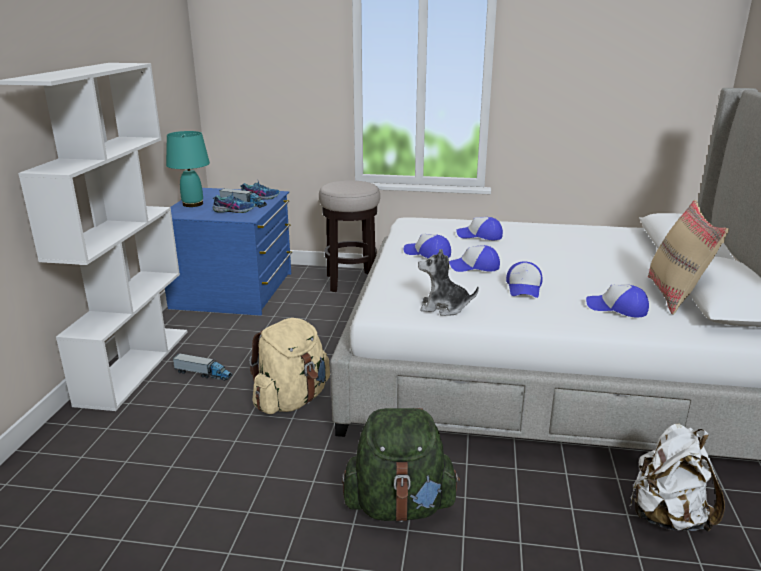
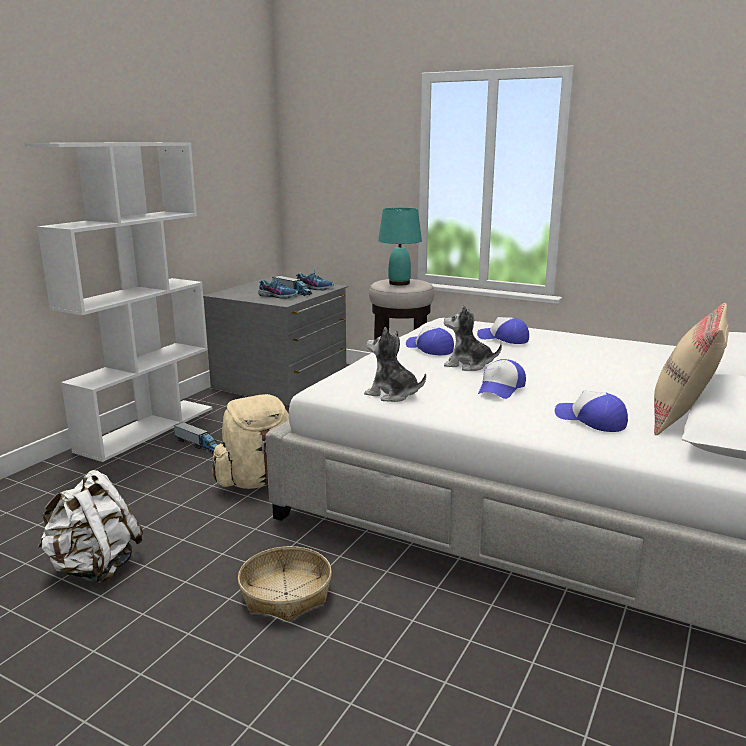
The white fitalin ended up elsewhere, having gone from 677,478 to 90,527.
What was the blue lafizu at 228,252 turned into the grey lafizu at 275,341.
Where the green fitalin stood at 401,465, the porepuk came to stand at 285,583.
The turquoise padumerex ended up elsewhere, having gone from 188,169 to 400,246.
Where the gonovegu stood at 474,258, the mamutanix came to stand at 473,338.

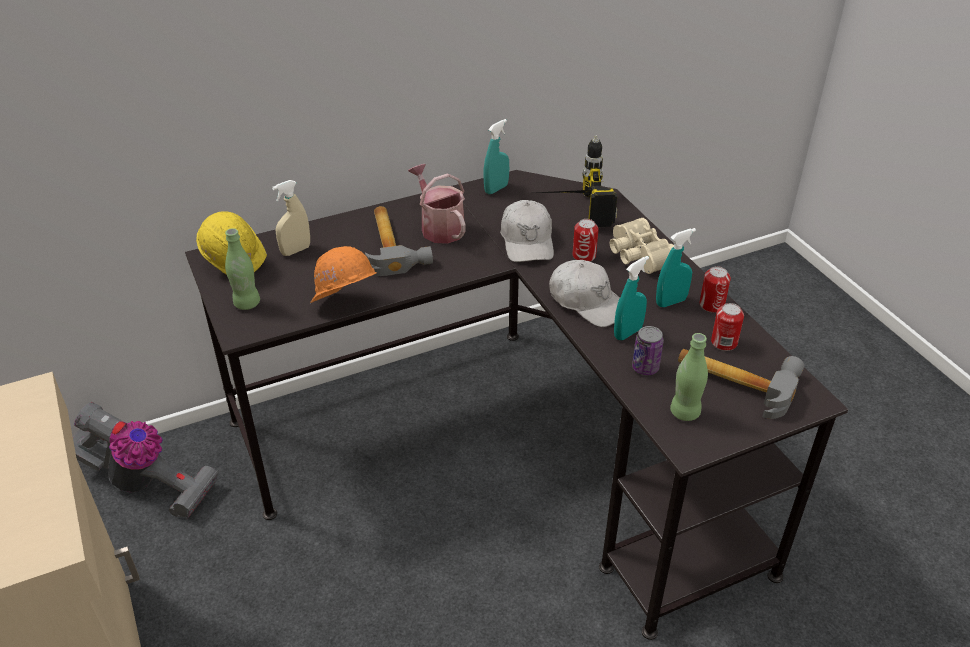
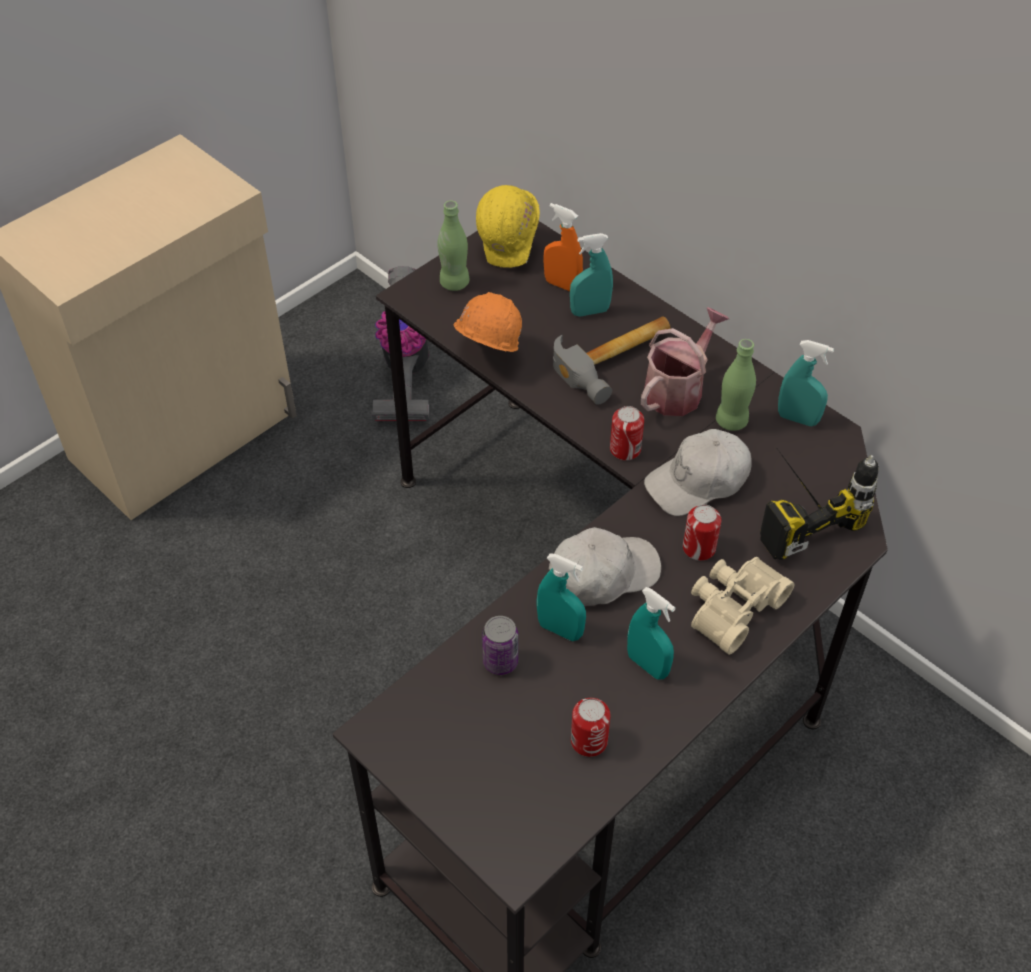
What was the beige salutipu at 291,218 turned into the orange salutipu at 563,247.
The white gonovegu at 584,293 ended up facing another way, 135 degrees counterclockwise from before.
The second view gained the turquoise salutipu at 591,275.
The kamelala ended up elsewhere, having gone from 715,289 to 627,433.
The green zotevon ended up elsewhere, having gone from 689,377 to 736,385.
The second view lost the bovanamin at 741,384.

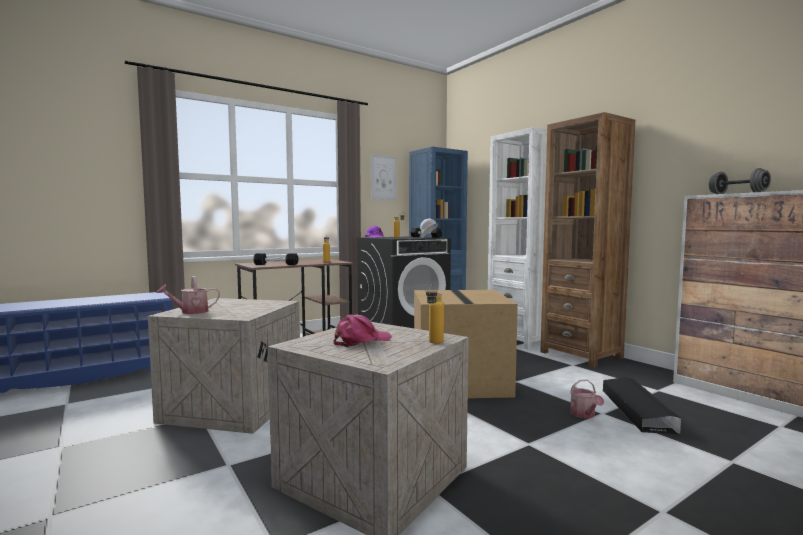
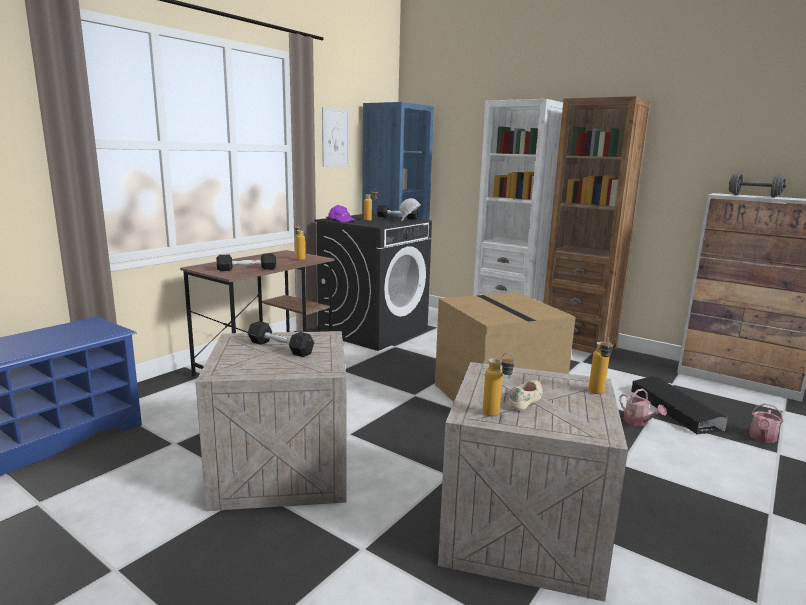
The second view gained the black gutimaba at 281,339.
The second view gained the zotevon at 499,384.
Where the pink gonovegu stood at 362,330, the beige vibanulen came to stand at 526,395.
The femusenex ended up elsewhere, having gone from 188,295 to 766,423.

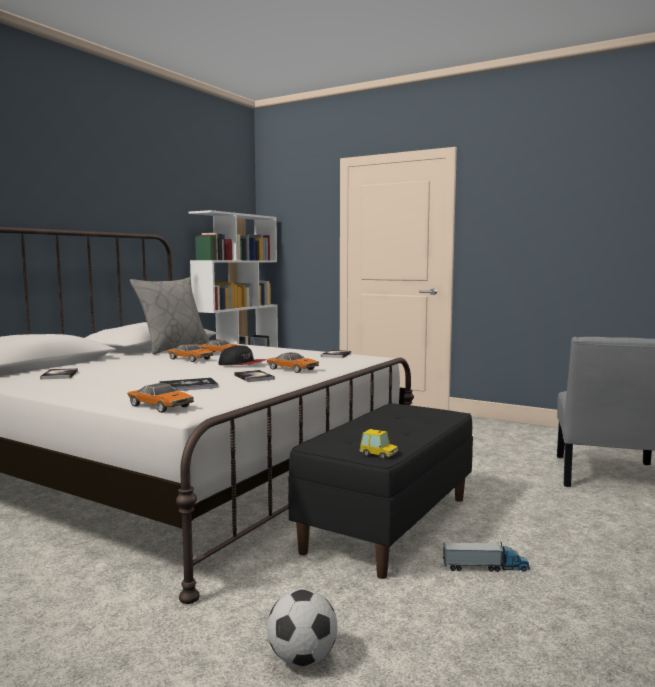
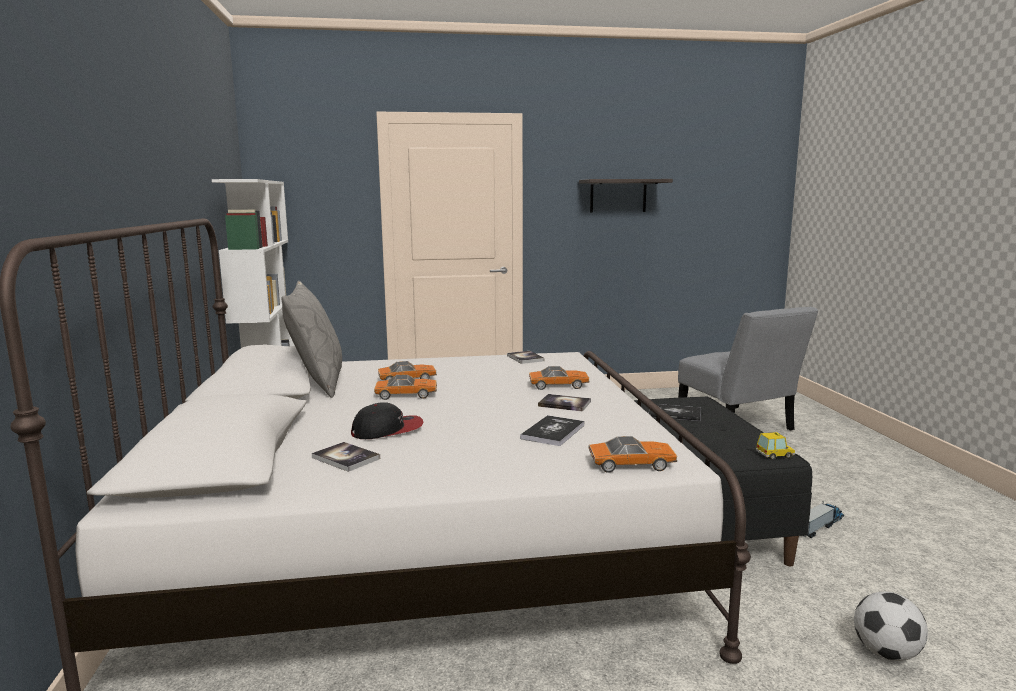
The gonovegu ended up elsewhere, having gone from 243,355 to 387,420.
The second view gained the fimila at 626,196.
The second view gained the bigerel at 675,412.

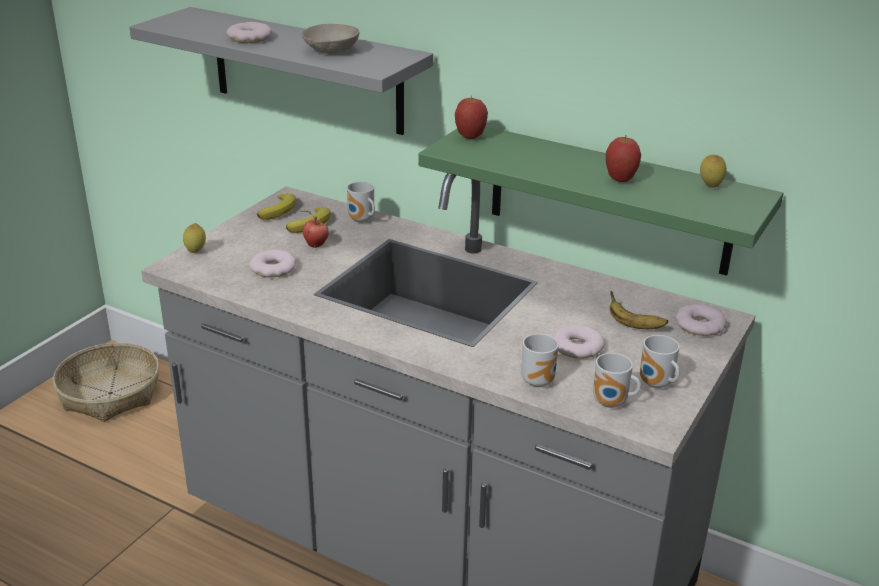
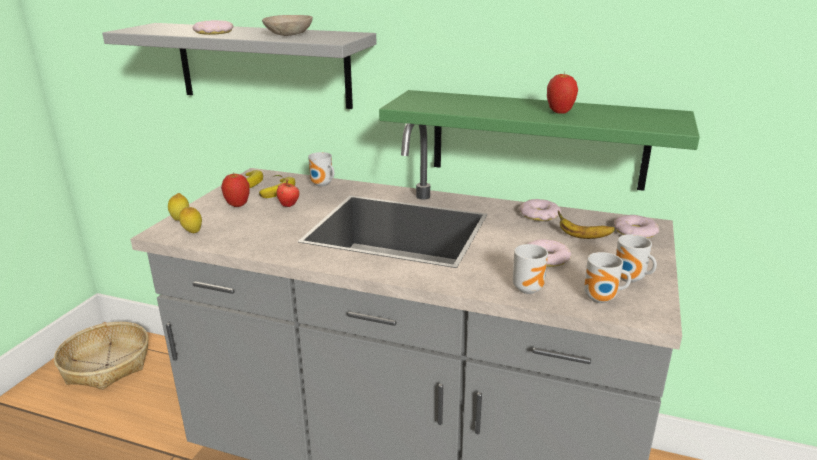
The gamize ended up elsewhere, having gone from 713,171 to 190,220.
The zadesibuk ended up elsewhere, having gone from 471,117 to 235,189.
The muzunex ended up elsewhere, having gone from 272,263 to 540,210.

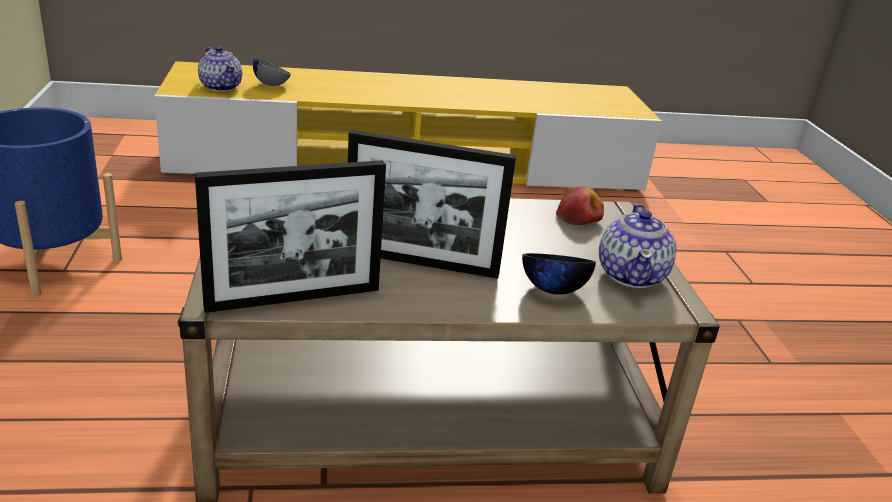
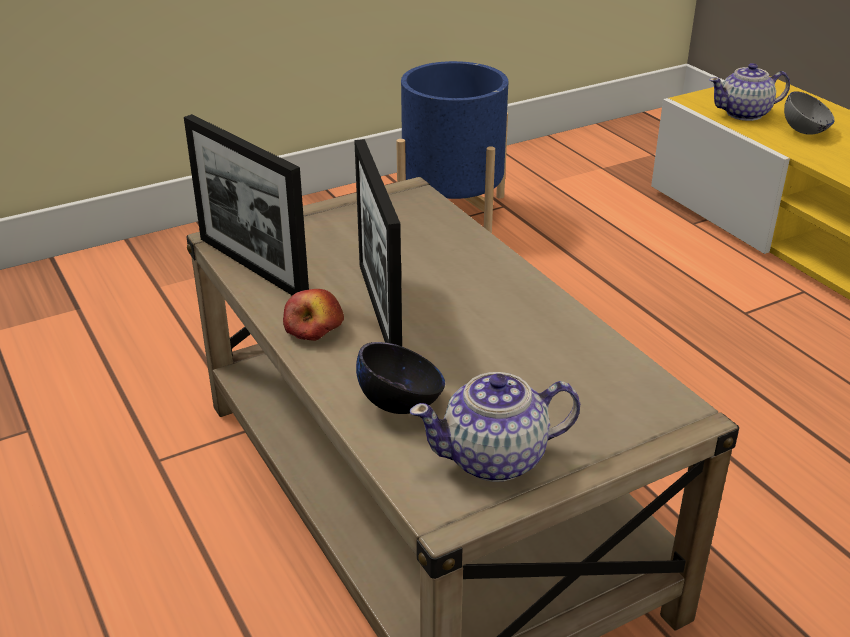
The zadesibuk ended up elsewhere, having gone from 580,206 to 313,315.
The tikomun at 220,69 ended up facing another way, 45 degrees clockwise from before.

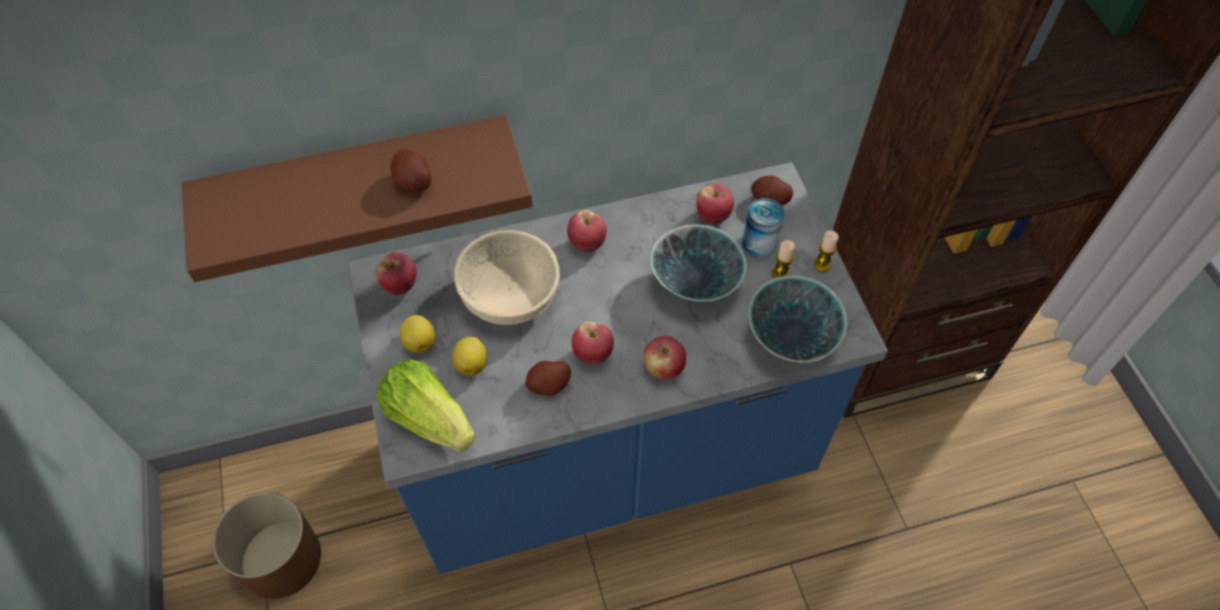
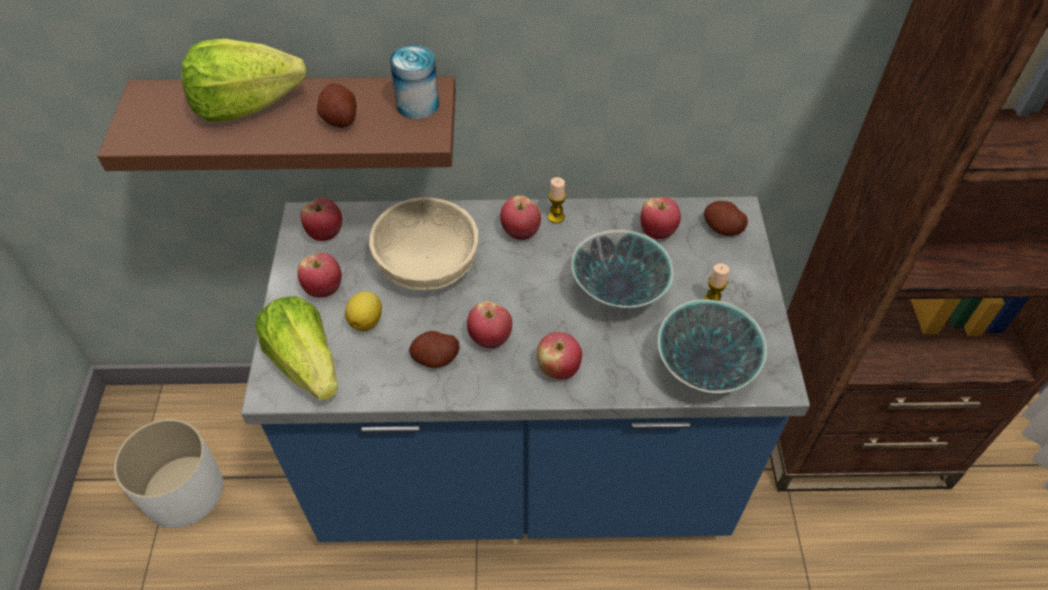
What was the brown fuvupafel at 267,545 turned into the white fuvupafel at 168,473.
The second view gained the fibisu at 243,80.
Where the gamize stood at 417,334, the zadesibuk came to stand at 320,275.
The kamelala ended up elsewhere, having gone from 763,227 to 414,82.
The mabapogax ended up elsewhere, having gone from 826,251 to 557,200.

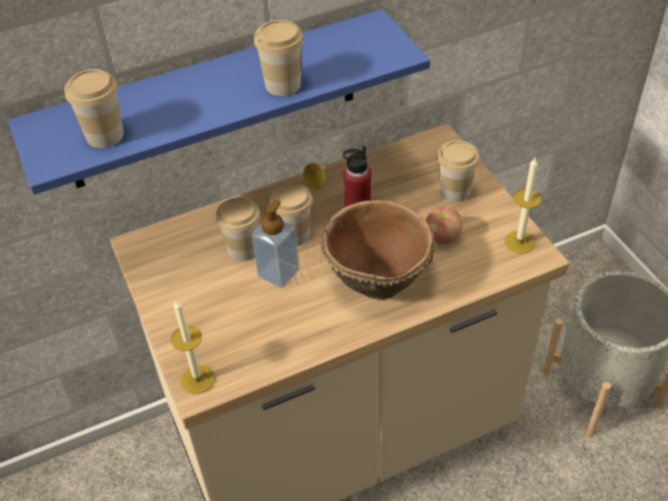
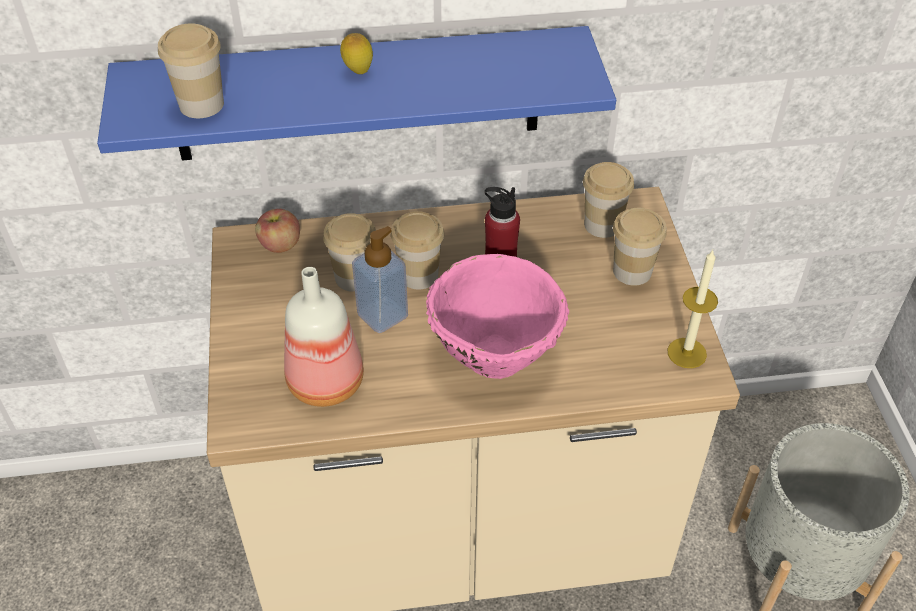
The zadesibuk ended up elsewhere, having gone from 444,225 to 277,231.
The second view gained the zotevon at 324,337.
The gamize ended up elsewhere, having gone from 314,176 to 356,53.
What was the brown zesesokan at 378,250 turned into the pink zesesokan at 497,316.
The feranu ended up elsewhere, having gone from 279,58 to 608,200.
The second view lost the mabapogax at 193,347.

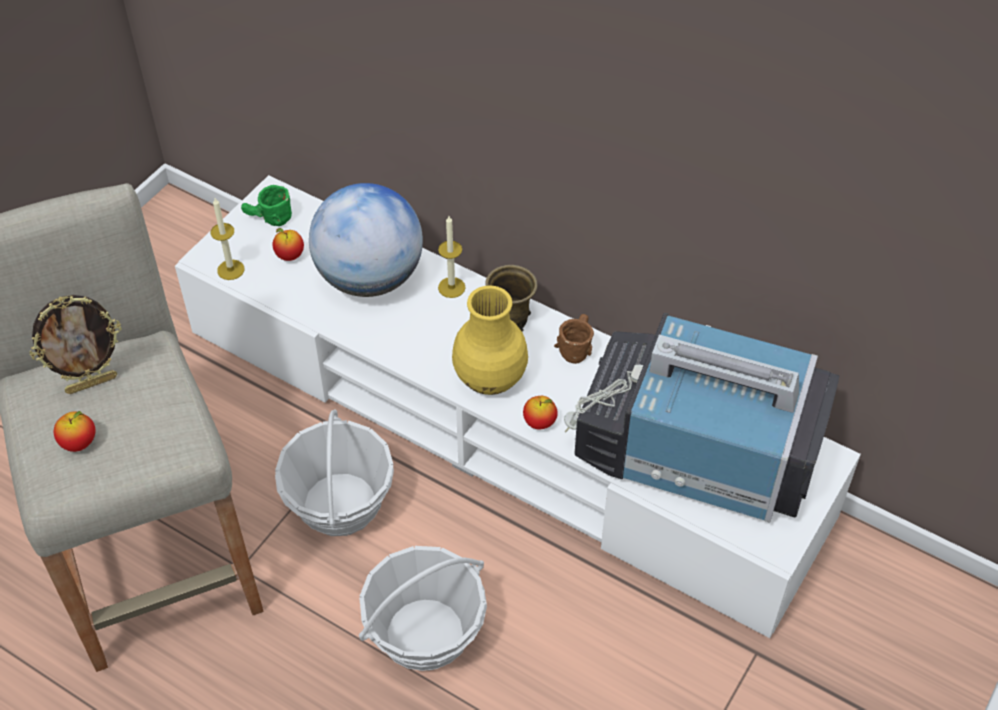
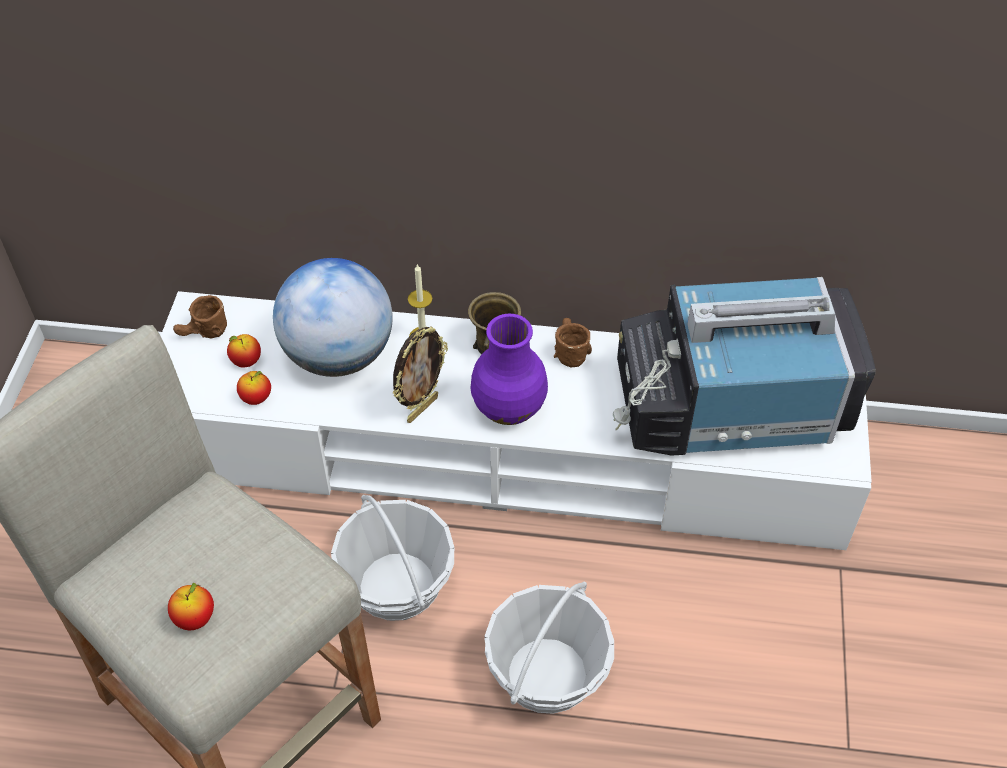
What was the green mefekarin at 266,205 turned into the brown mefekarin at 200,316.
The zadesibuk ended up elsewhere, having gone from 540,413 to 254,388.
The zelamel ended up elsewhere, having gone from 75,344 to 420,374.
What was the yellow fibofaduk at 490,340 turned into the purple fibofaduk at 509,369.
The second view lost the mabapogax at 227,239.

